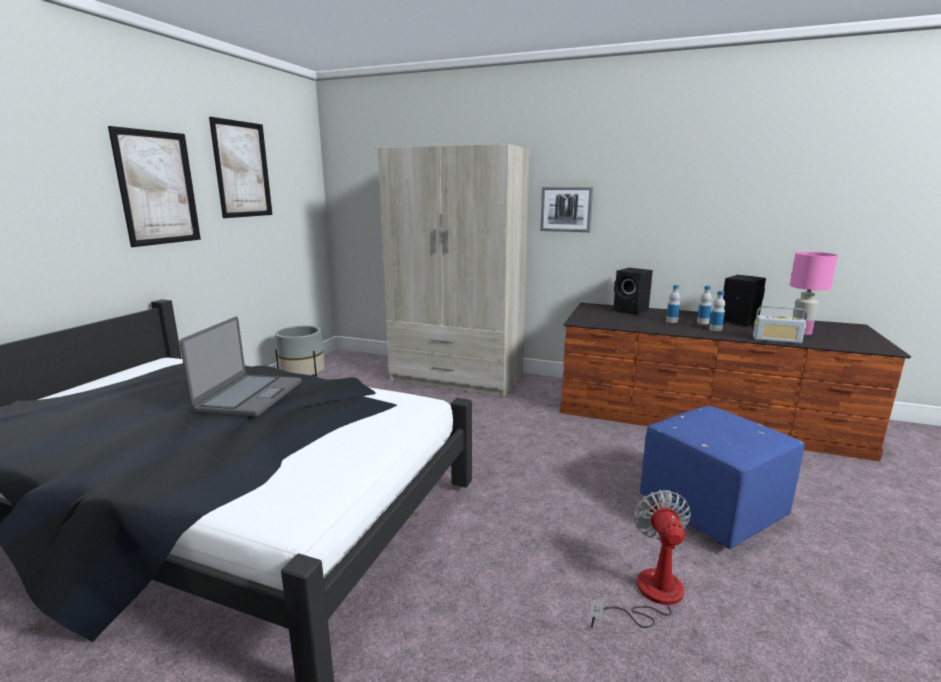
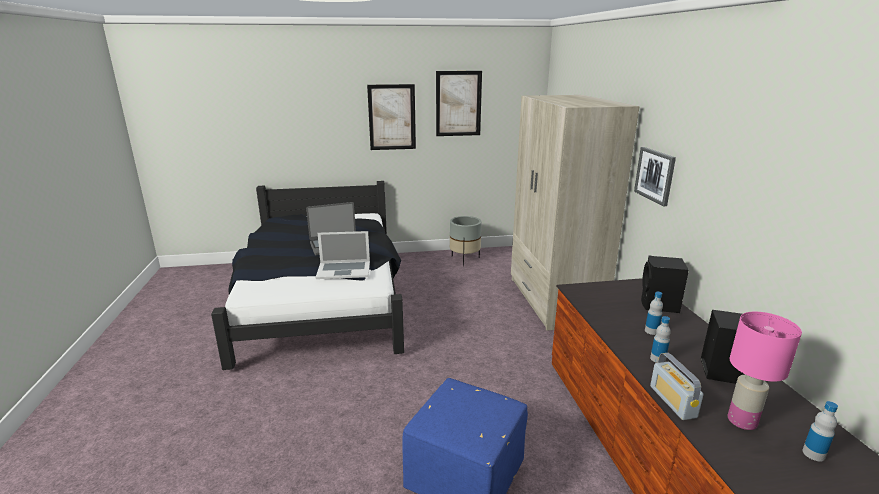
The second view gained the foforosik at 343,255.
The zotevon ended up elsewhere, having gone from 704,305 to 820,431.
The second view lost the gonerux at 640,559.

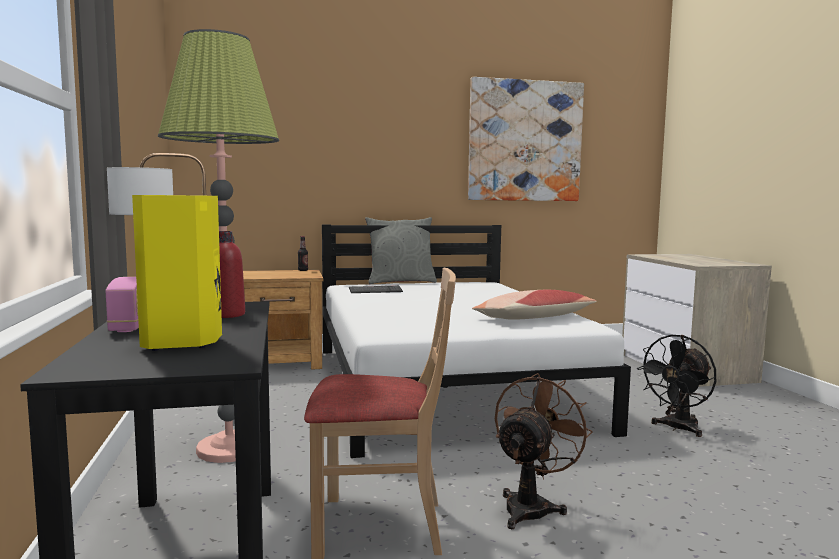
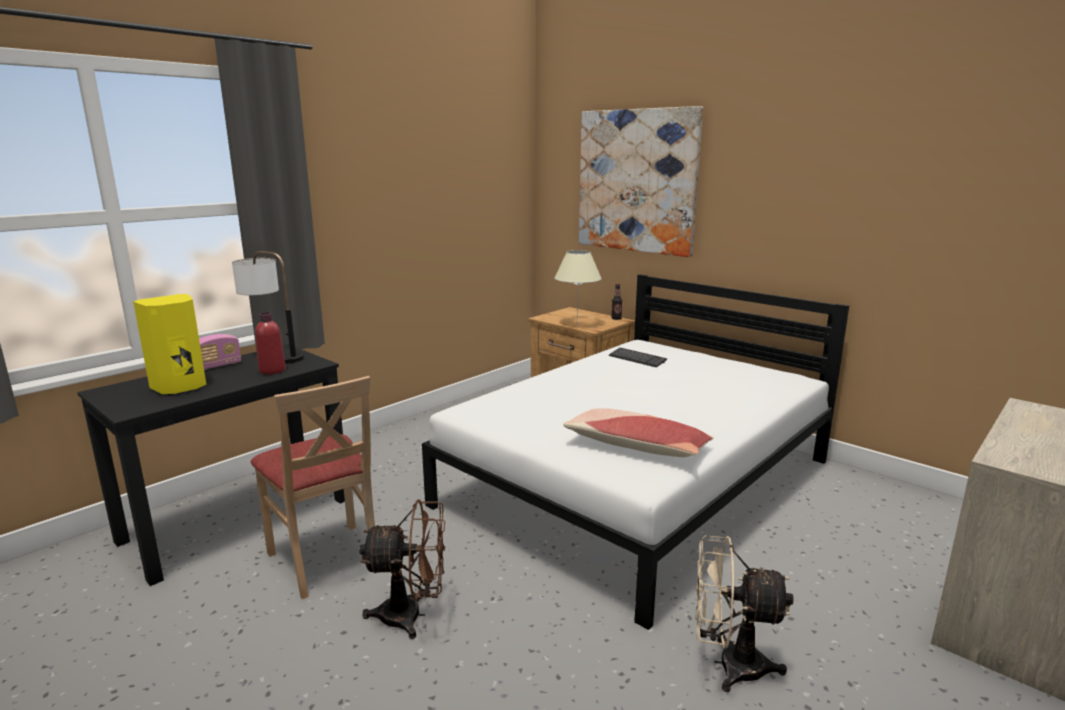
The second view gained the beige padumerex at 578,281.
The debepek ended up elsewhere, having gone from 526,139 to 641,181.
What was the black gonerux at 676,386 turned into the beige gonerux at 744,613.
The second view lost the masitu at 218,246.
The second view lost the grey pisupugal at 401,250.

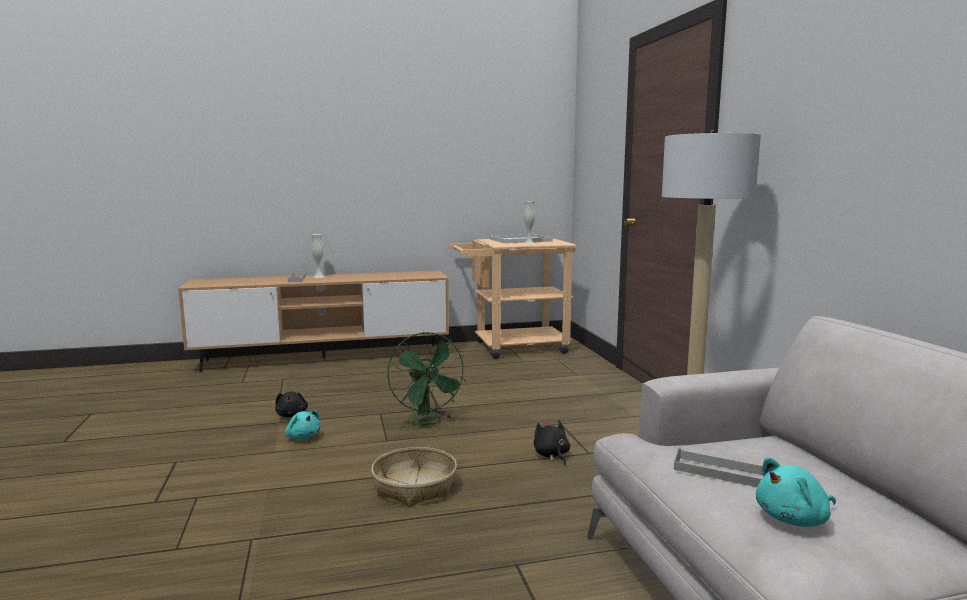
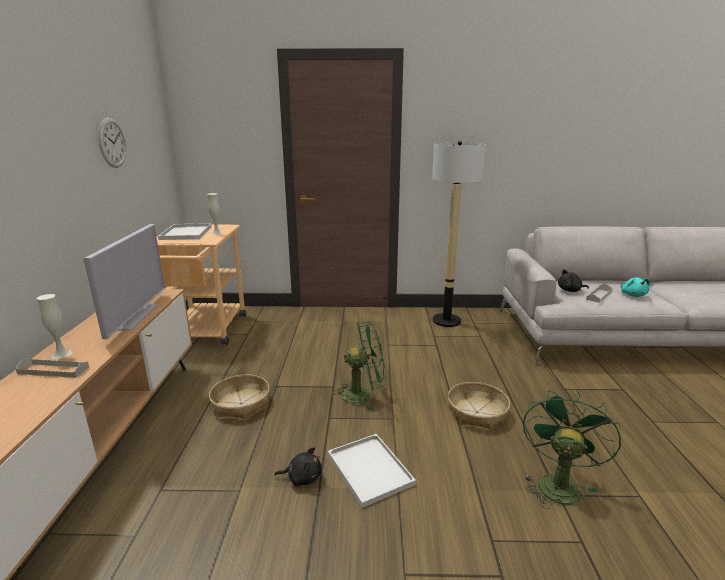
The second view gained the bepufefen at 124,281.
The second view gained the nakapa at 112,142.
The second view gained the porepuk at 239,396.
Where the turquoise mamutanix stood at 303,425, the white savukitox came to stand at 372,471.
The second view gained the green gonerux at 572,449.
The black mamutanix ended up elsewhere, having gone from 552,442 to 573,280.

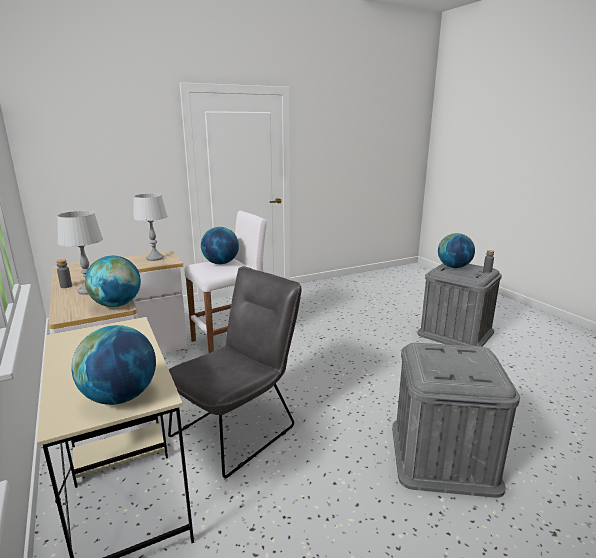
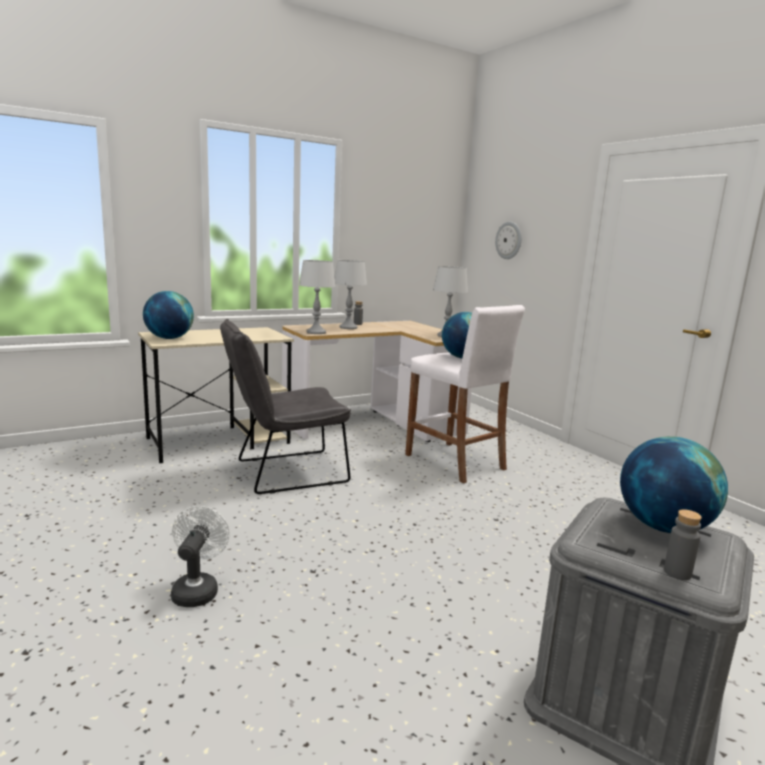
Where the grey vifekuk stood at 456,420, the white gonerux came to stand at 200,556.
The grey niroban at 235,372 ended up facing another way, 120 degrees clockwise from before.
Where the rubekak stood at 113,281, the grey padumerex came to stand at 317,297.
The second view gained the nakapa at 508,240.

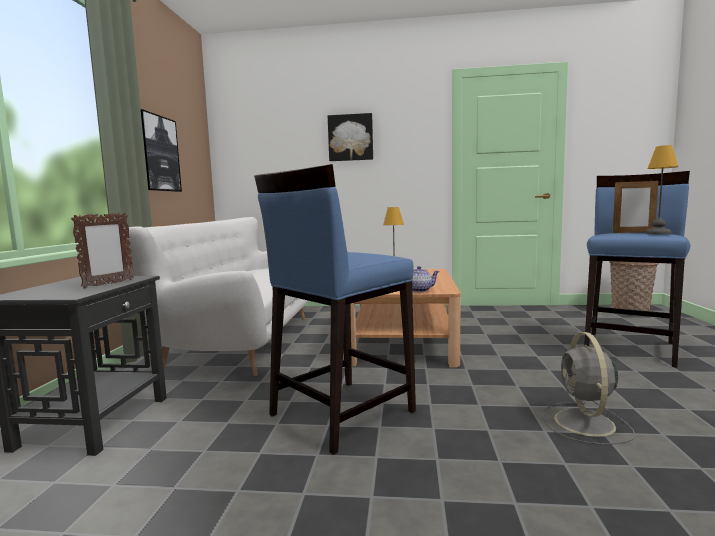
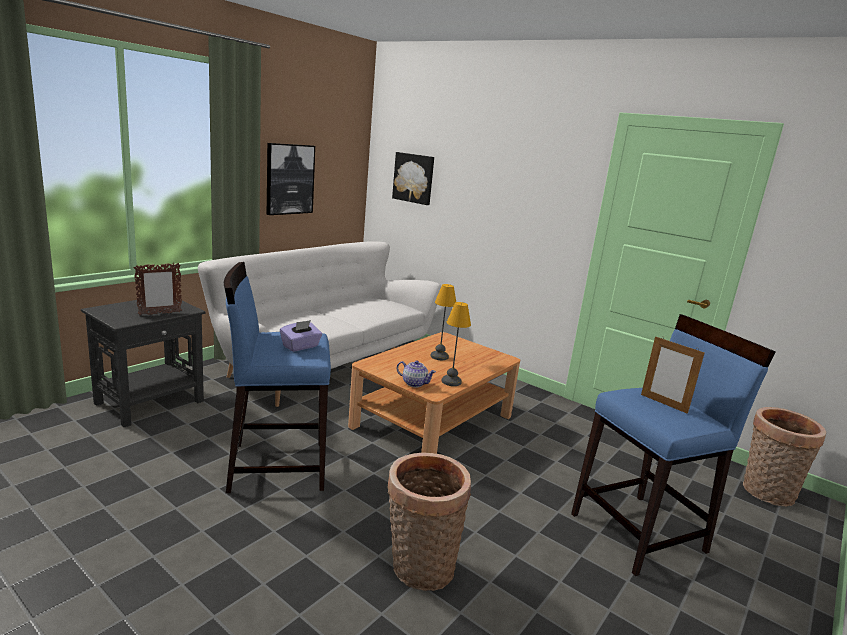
The second view gained the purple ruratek at 301,336.
Where the grey gonerux stood at 589,388, the porepuk came to stand at 429,521.
The debepek ended up elsewhere, having gone from 350,137 to 413,178.
The padumerex ended up elsewhere, having gone from 661,190 to 456,344.

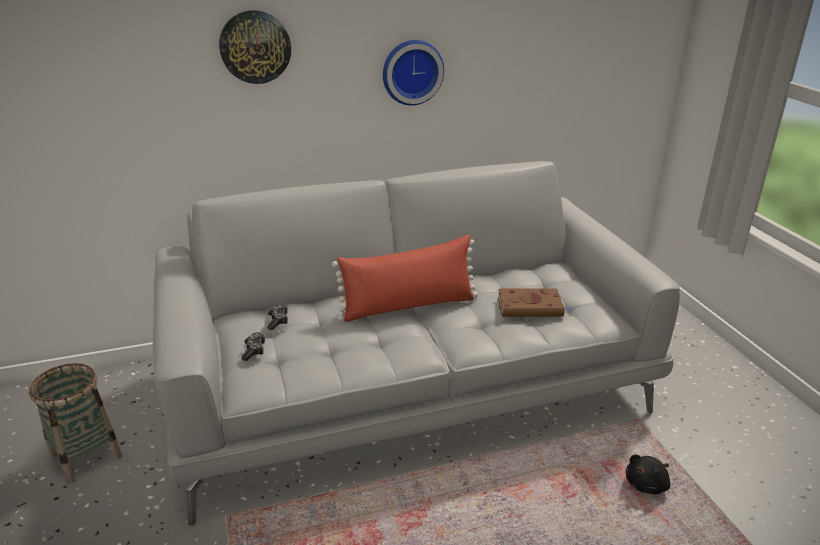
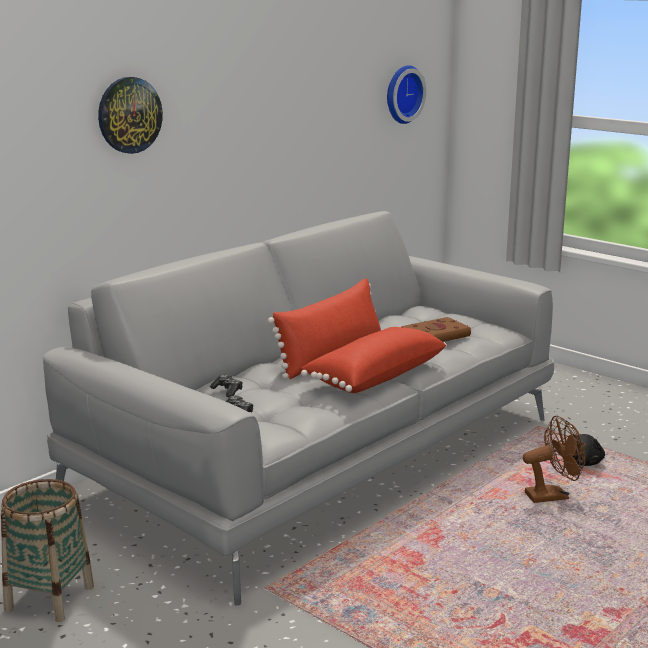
The second view gained the red pisupugal at 374,360.
The nakapa ended up elsewhere, having gone from 413,72 to 406,94.
The second view gained the brown gonerux at 554,459.

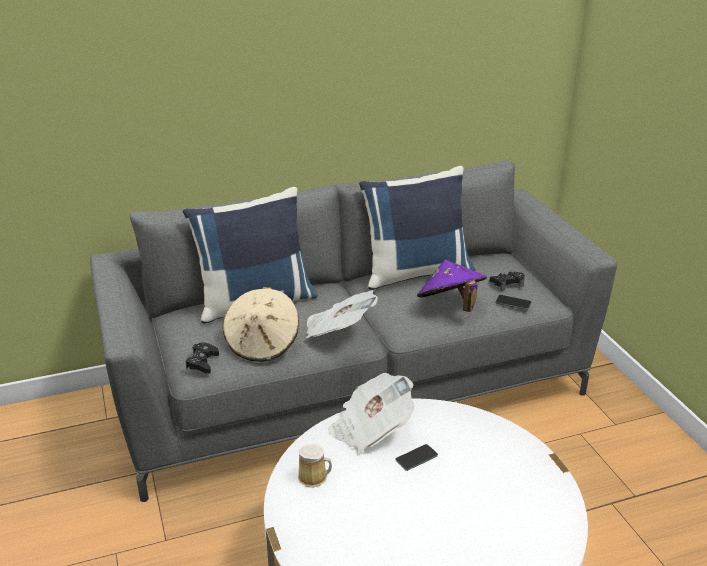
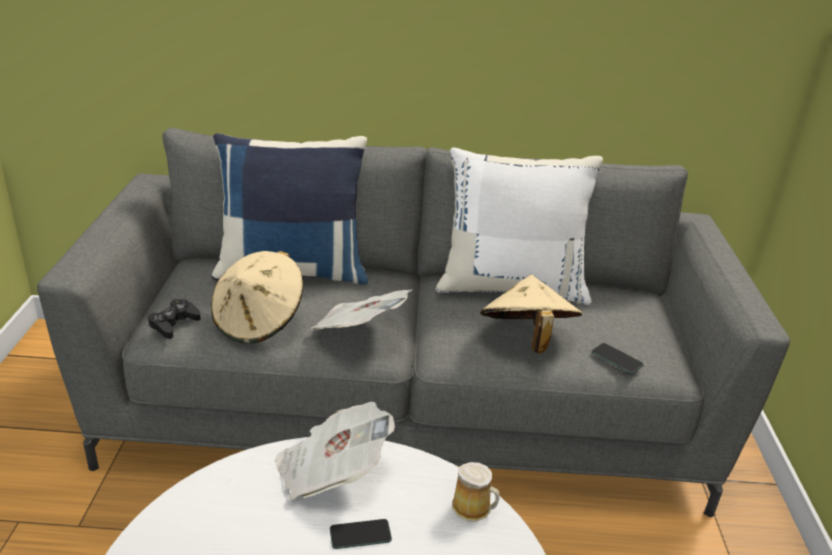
What was the blue pisupugal at 417,228 turned into the white pisupugal at 519,226.
The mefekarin ended up elsewhere, having gone from 315,466 to 476,492.
What was the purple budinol at 452,286 turned into the beige budinol at 531,314.
The second view lost the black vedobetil at 507,280.

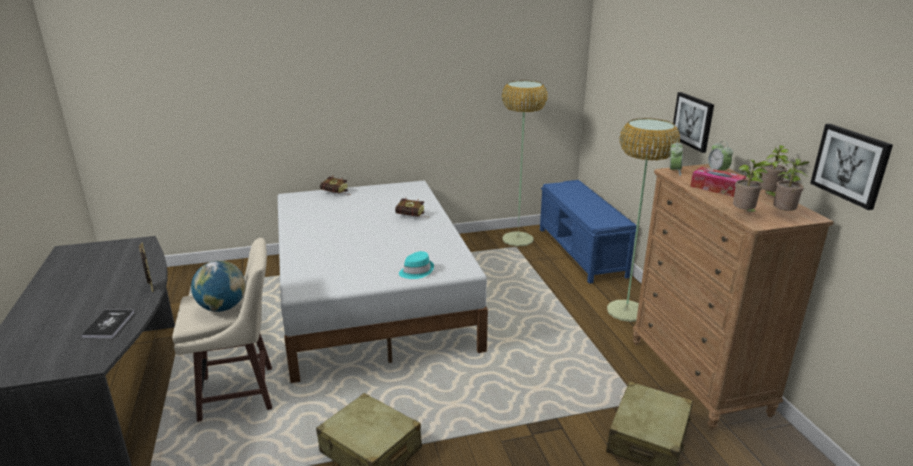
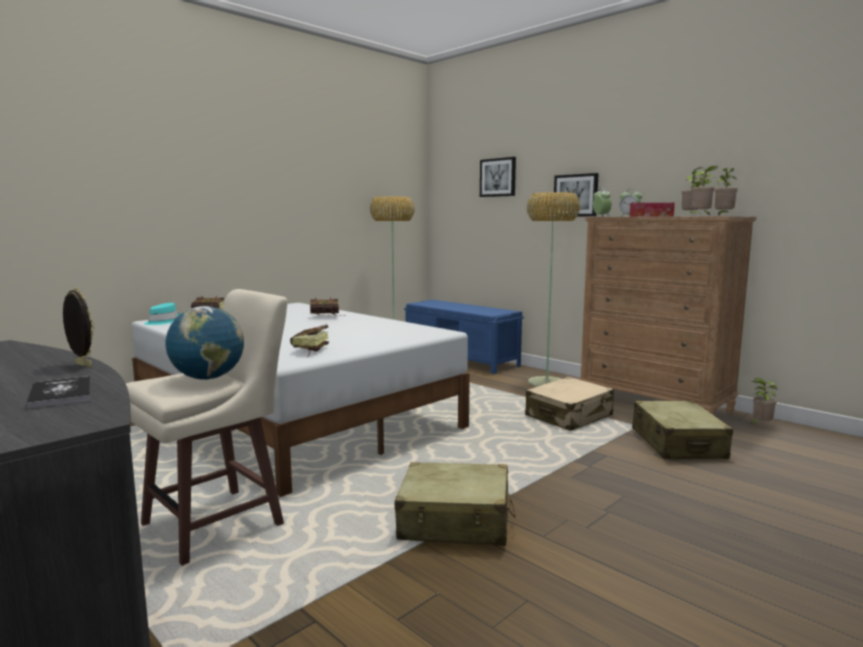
The turquoise budinol ended up elsewhere, having gone from 416,265 to 162,314.
The second view gained the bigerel at 309,340.
The debepek ended up elsewhere, having gone from 851,167 to 498,177.
The second view gained the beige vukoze at 569,404.
The second view gained the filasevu at 763,401.

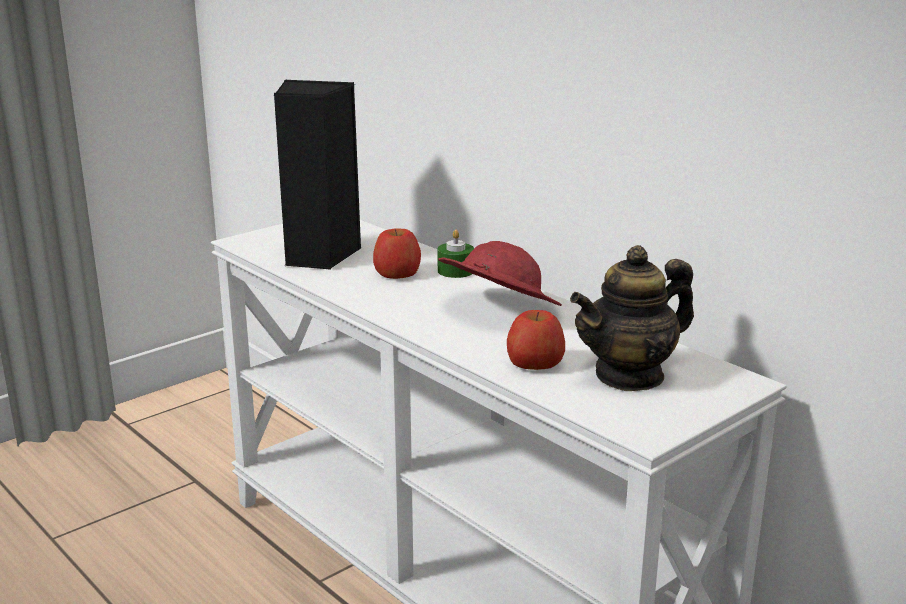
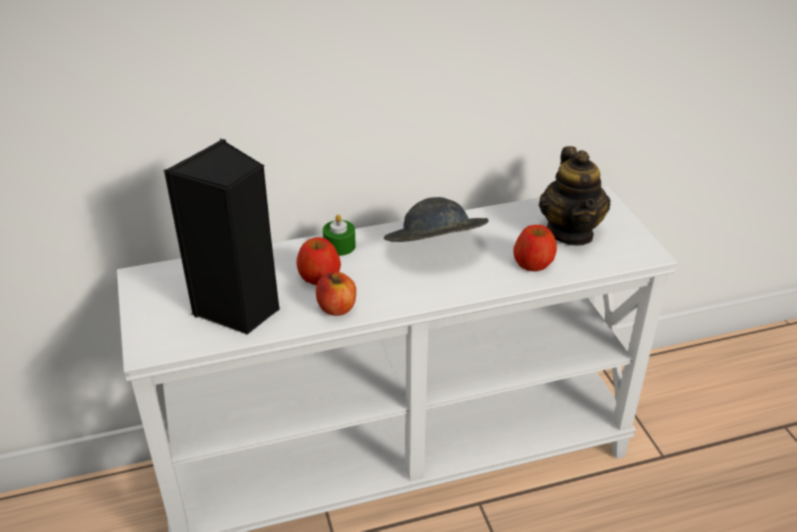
The second view gained the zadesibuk at 336,293.
What was the red budinol at 500,273 turned into the grey budinol at 436,219.

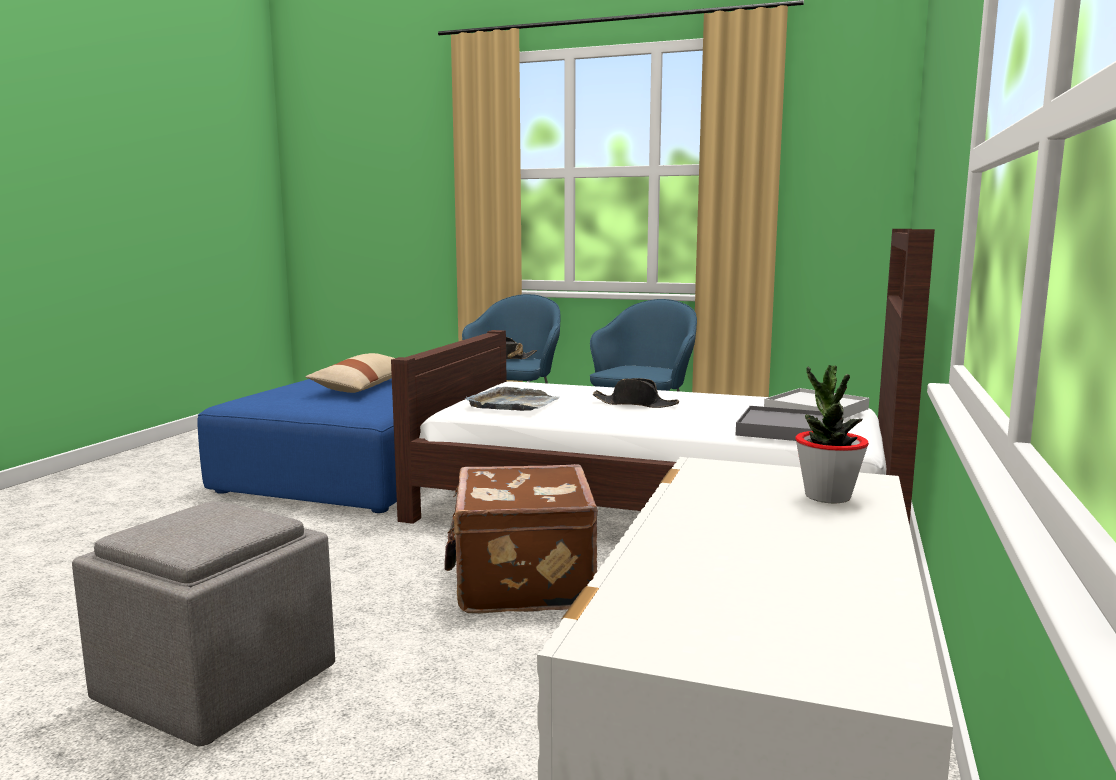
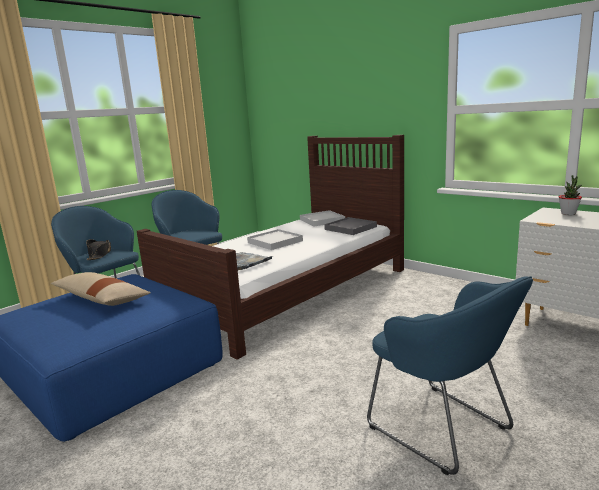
Where the black budinol stood at 636,393, the white savukitox came to stand at 275,239.
Where the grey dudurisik stood at 203,624, the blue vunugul came to stand at 450,375.
The second view lost the brown vukoze at 521,539.

